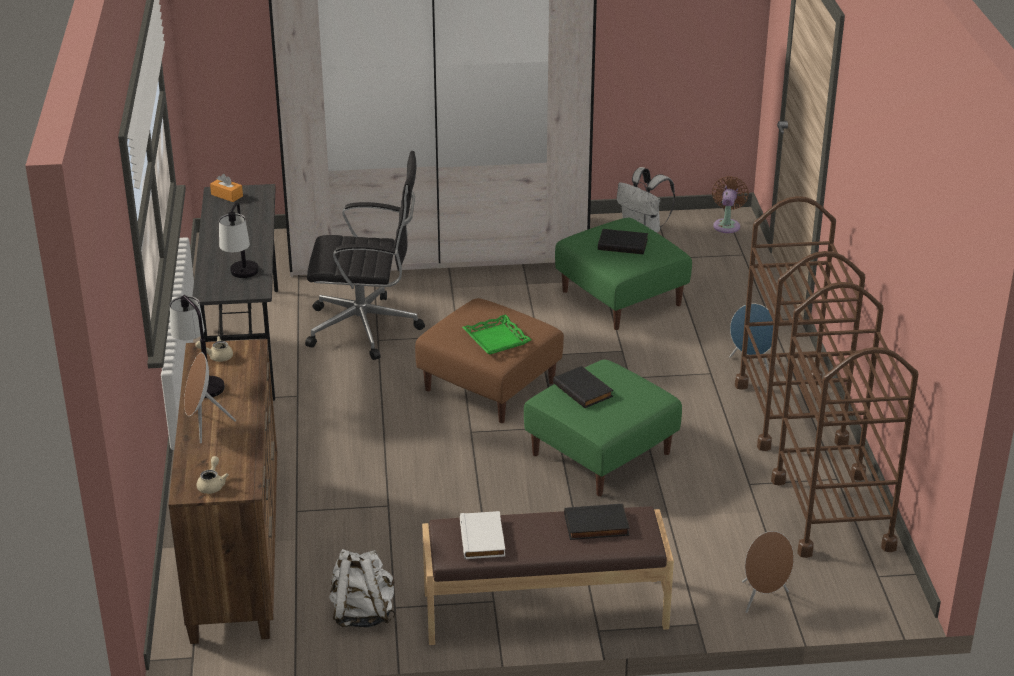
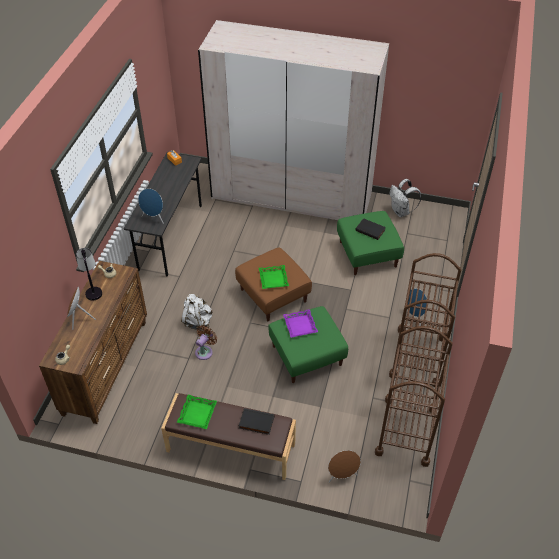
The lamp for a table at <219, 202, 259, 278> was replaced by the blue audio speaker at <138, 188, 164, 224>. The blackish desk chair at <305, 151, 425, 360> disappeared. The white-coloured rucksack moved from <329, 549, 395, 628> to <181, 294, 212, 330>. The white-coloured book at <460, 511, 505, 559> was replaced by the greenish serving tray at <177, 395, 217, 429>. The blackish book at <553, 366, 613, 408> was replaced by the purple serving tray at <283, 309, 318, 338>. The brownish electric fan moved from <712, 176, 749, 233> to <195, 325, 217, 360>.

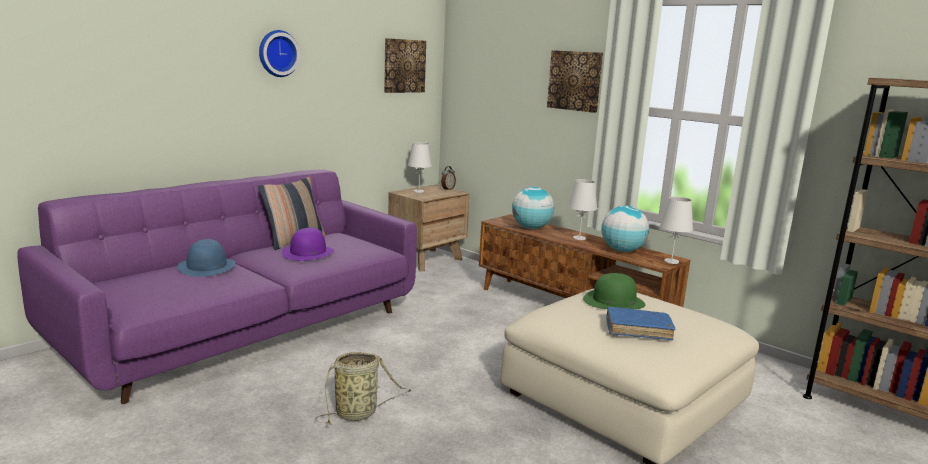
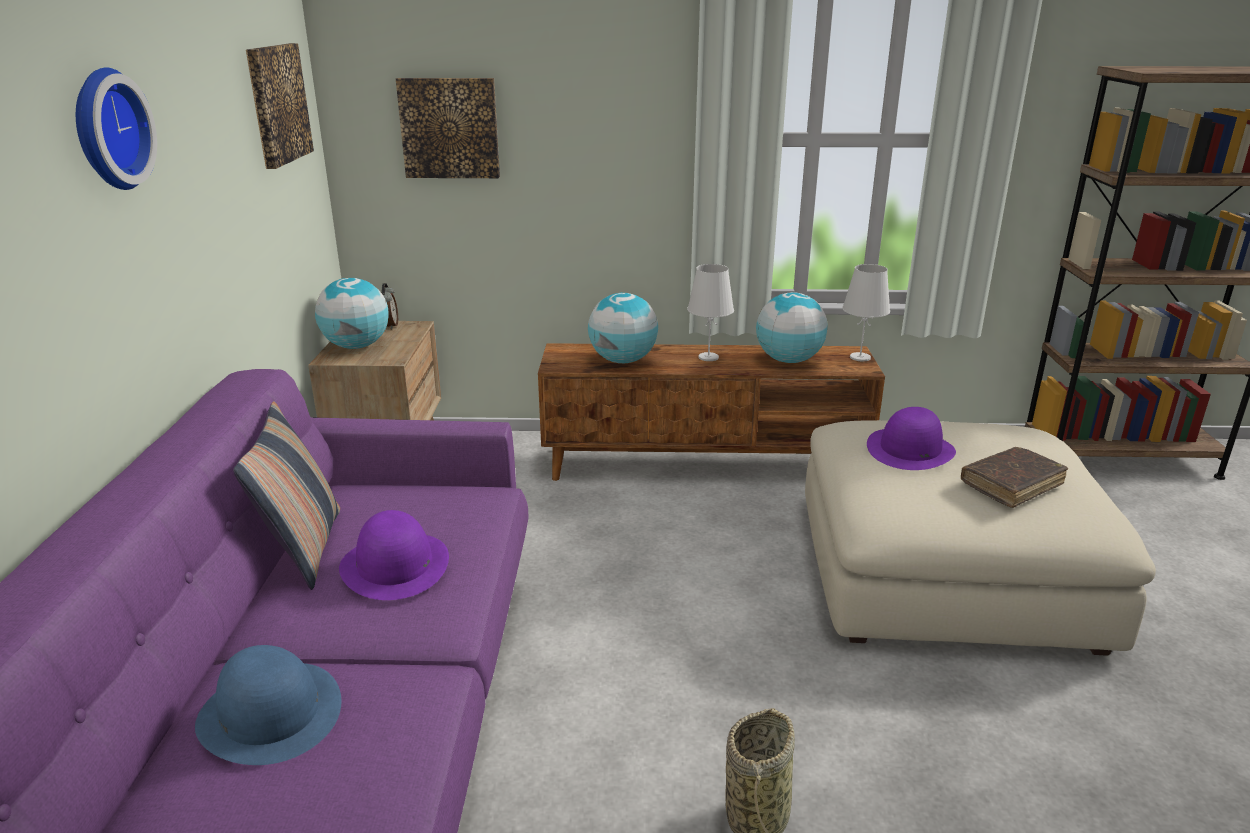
The white-coloured lamp for a table at <408, 142, 432, 193> was replaced by the world globe at <315, 278, 389, 349>. The wall picture moved from <547, 50, 603, 113> to <396, 78, 500, 178>. The greenish wearable hat at <583, 273, 645, 309> became the purple wearable hat at <867, 407, 956, 470>. The blue book at <606, 307, 675, 340> became the brownish book at <961, 447, 1068, 508>.

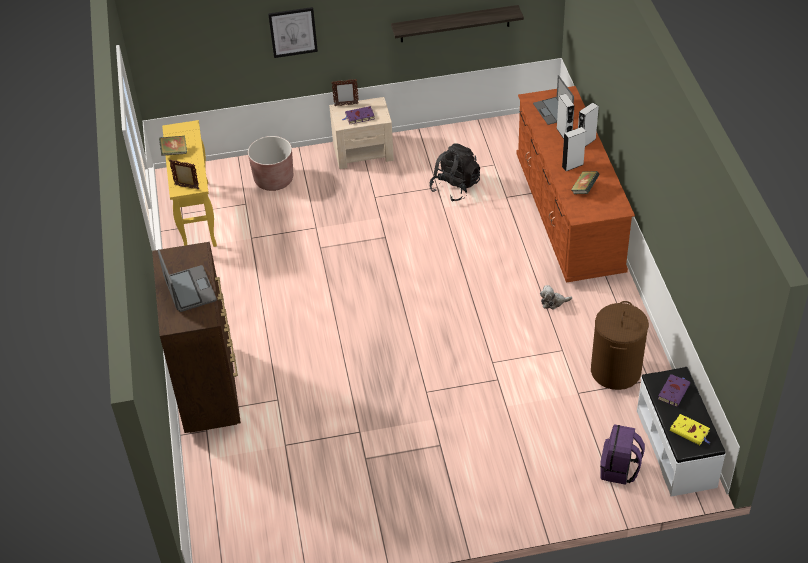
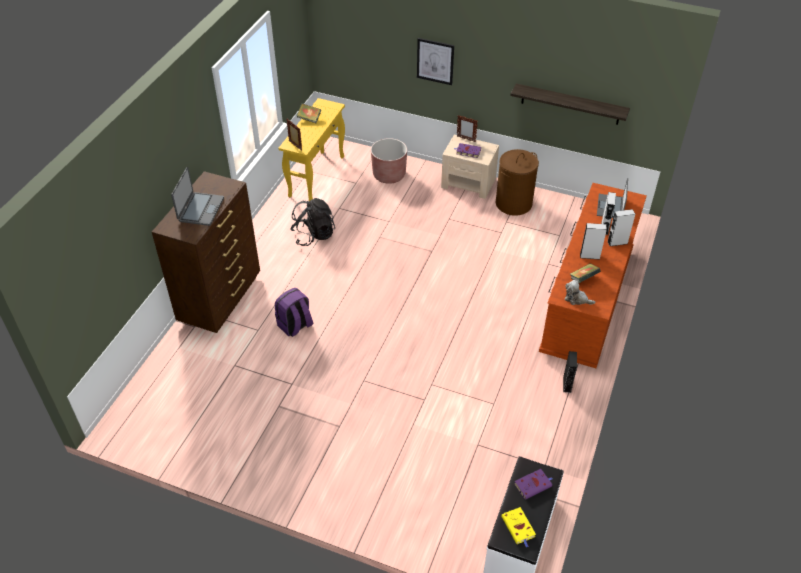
The blackish rucksack moved from <430, 143, 480, 202> to <290, 198, 335, 246>. The cuddly toy moved from <540, 285, 572, 310> to <565, 280, 595, 305>. The brownish washing basket moved from <591, 301, 649, 390> to <496, 149, 539, 216>. The purple rucksack moved from <600, 424, 645, 485> to <275, 288, 313, 337>. The blackish audio speaker at <563, 351, 577, 393> appeared.

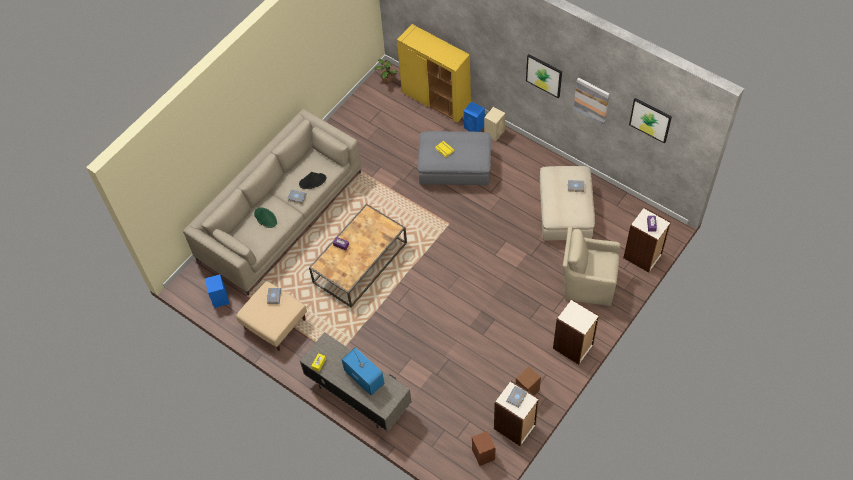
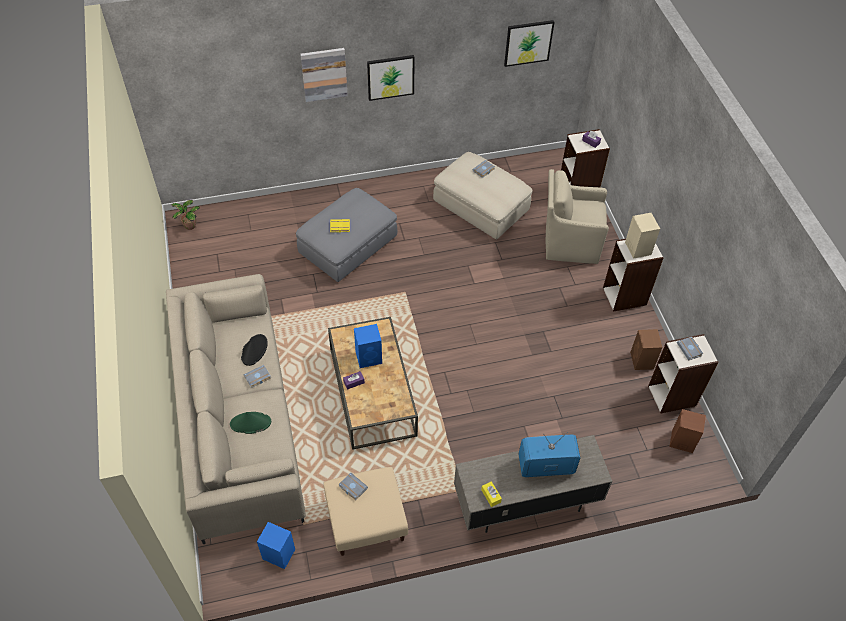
The yellowish cupboard at <397, 24, 471, 123> disappeared. The blue audio speaker moved from <463, 101, 485, 132> to <354, 324, 382, 368>. The sand-coloured audio speaker moved from <484, 107, 505, 141> to <625, 213, 660, 259>. The sand-coloured armchair at <563, 226, 621, 306> turned 45 degrees clockwise. The wall picture moved from <573, 78, 610, 125> to <300, 48, 348, 102>.

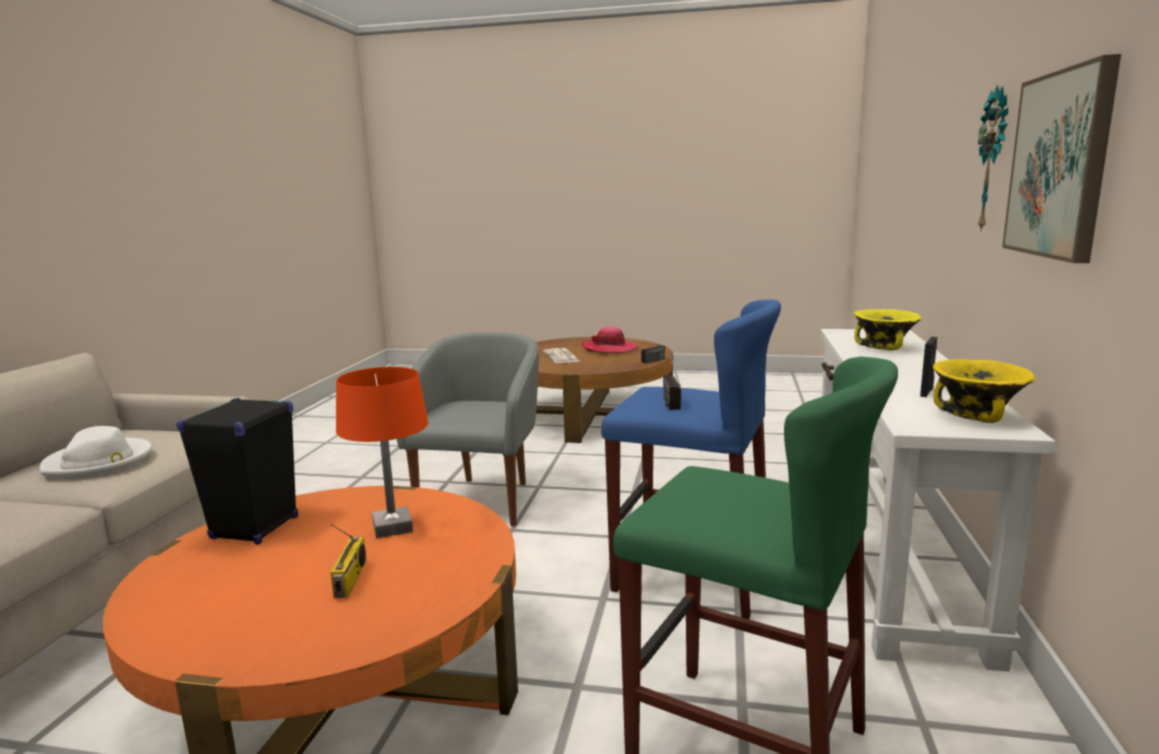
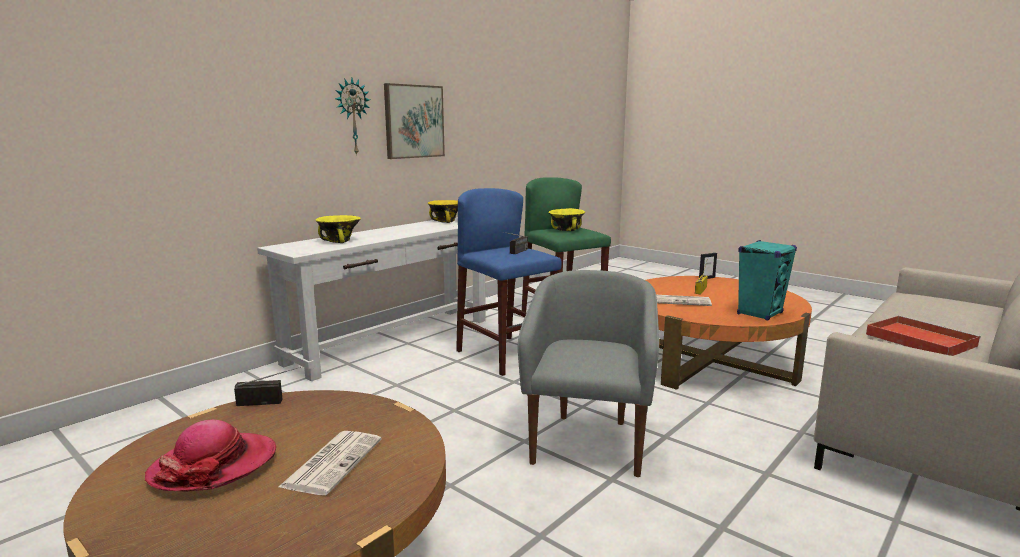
The white-coloured wearable hat at <39, 426, 152, 479> was replaced by the reddish serving tray at <866, 315, 981, 356>. The blackish audio speaker at <176, 398, 298, 545> became the blue-green audio speaker at <737, 240, 797, 320>. The orangey lamp for a table at <336, 367, 428, 538> was replaced by the newspaper at <656, 295, 712, 306>. The gray armchair at <397, 332, 539, 526> turned 150 degrees clockwise. The standing frame moved from <920, 337, 937, 397> to <699, 253, 717, 279>. The yellowish bowl at <548, 208, 585, 231> appeared.

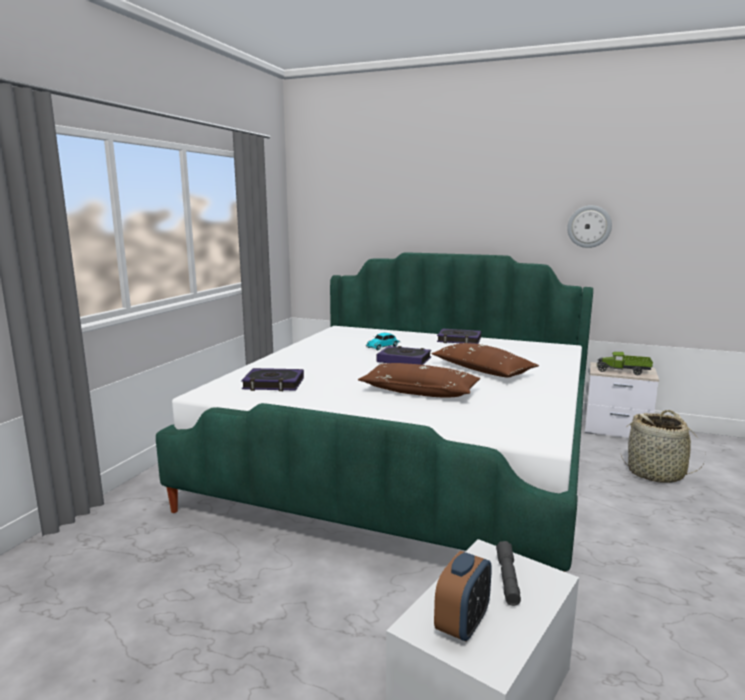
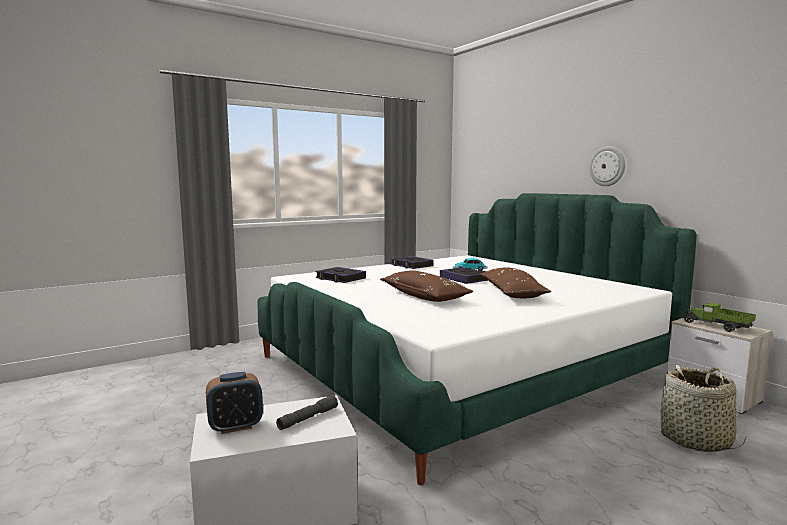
The book moved from <437, 329, 481, 344> to <390, 256, 434, 269>. The hanging clock moved from <567, 205, 612, 248> to <589, 146, 625, 186>.

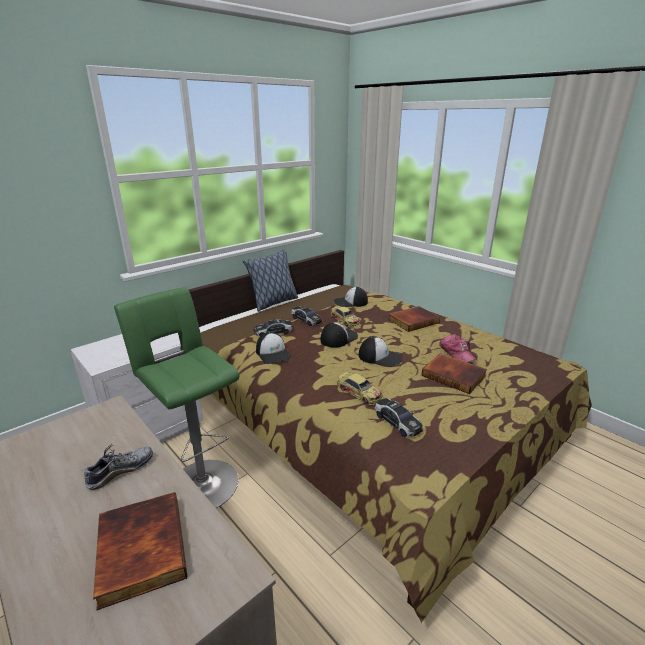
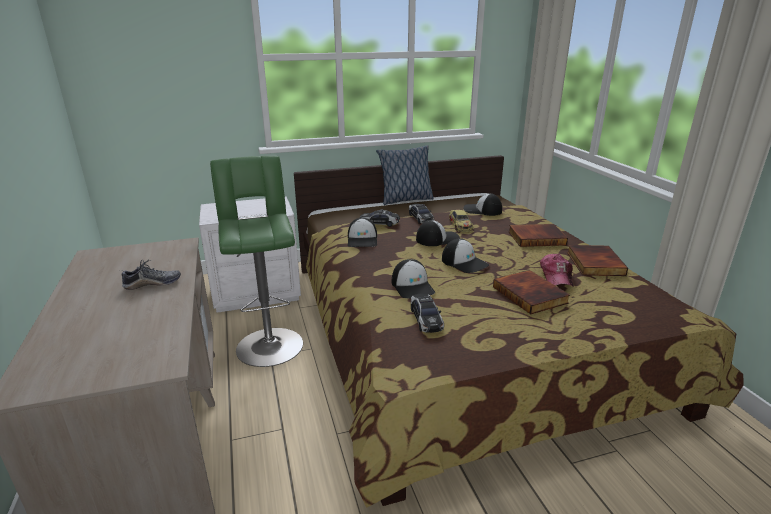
The book moved from <93, 492, 187, 610> to <567, 245, 628, 276>. The miniature car at <337, 372, 383, 405> was replaced by the baseball cap at <391, 259, 435, 298>.

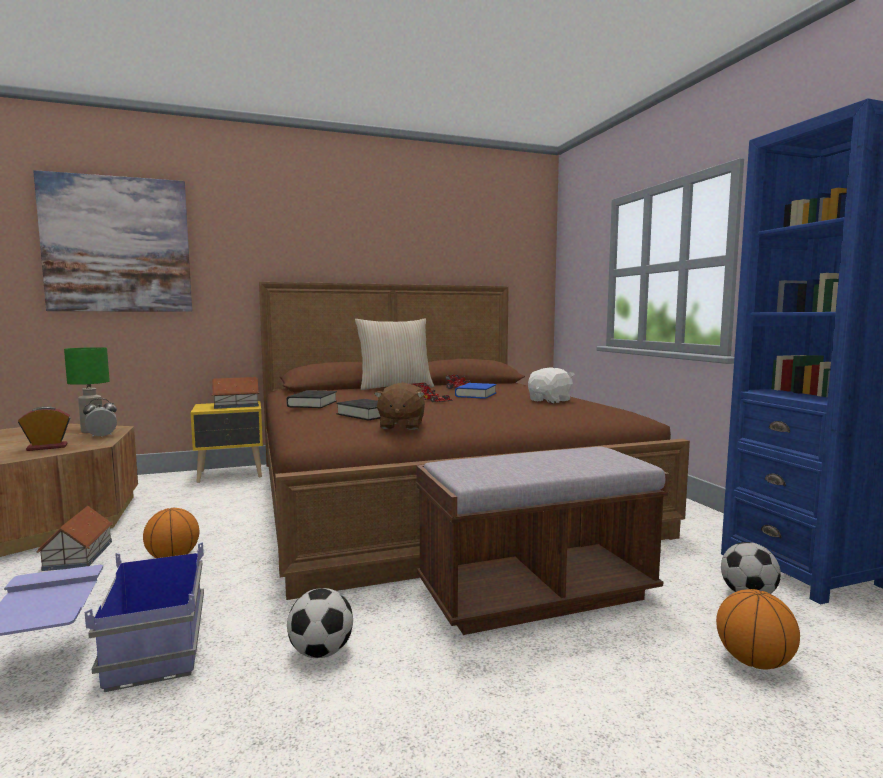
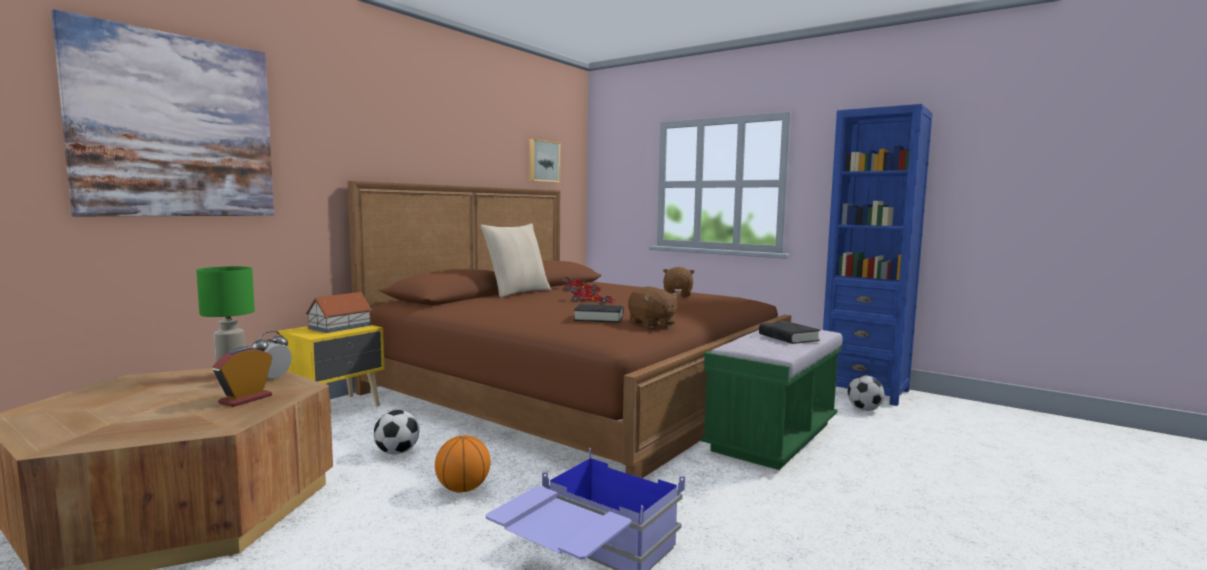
The miniature house at <37, 506, 113, 571> disappeared. The blackish book moved from <286, 390, 337, 408> to <759, 321, 820, 344>. The football moved from <287, 588, 353, 658> to <374, 410, 419, 455>. The brownish bench at <416, 447, 669, 635> became the greenish bench at <701, 330, 843, 470>. The blue book at <455, 383, 497, 399> disappeared. The white-coloured cuddly toy at <528, 367, 575, 403> became the brownish cuddly toy at <663, 267, 695, 296>. The basketball ball at <716, 589, 800, 669> disappeared. The wall picture at <530, 139, 560, 183> appeared.

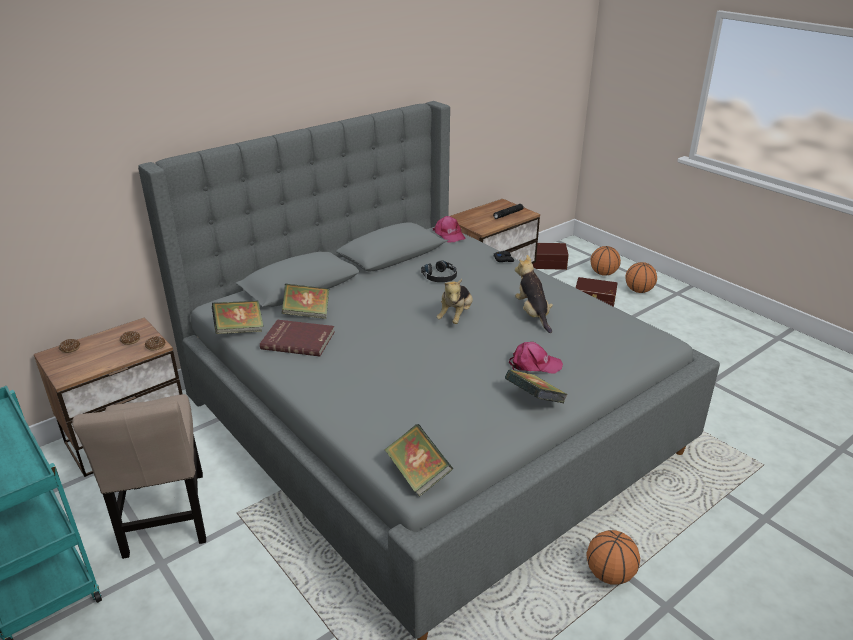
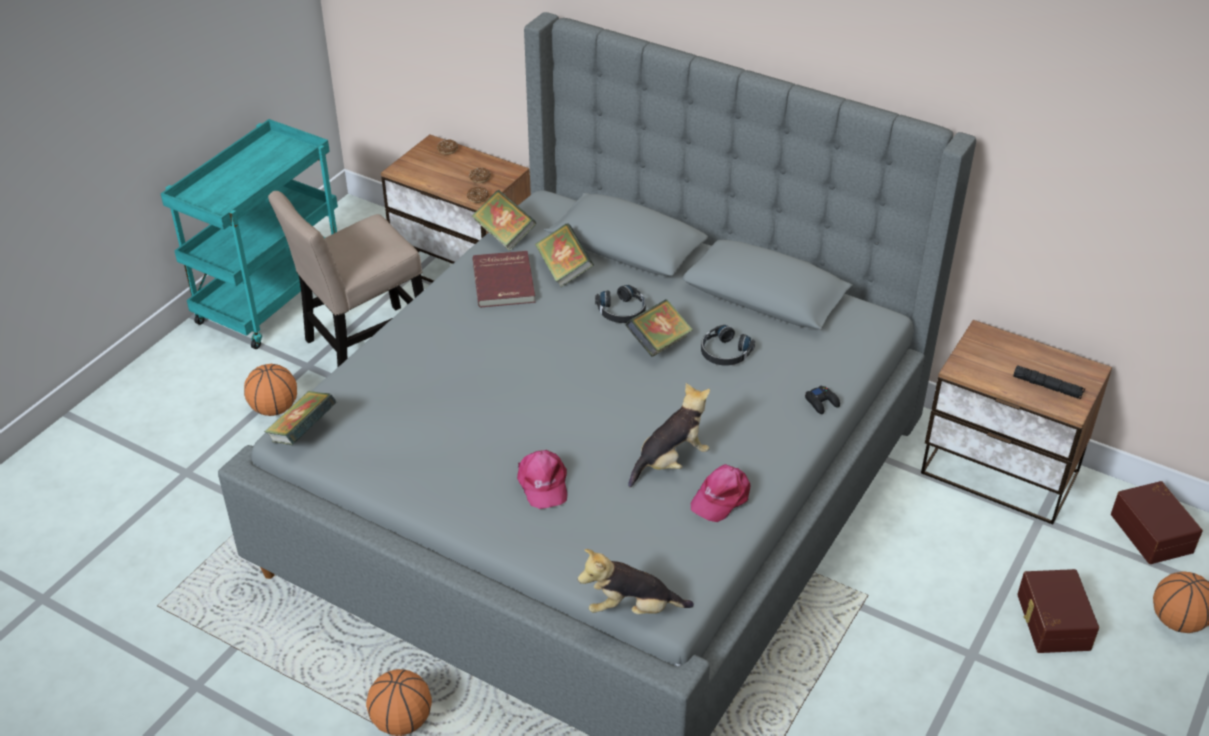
The pink baseball cap moved from <433, 216, 466, 242> to <691, 464, 751, 522>. The cuddly toy moved from <436, 279, 473, 324> to <578, 549, 694, 615>. The book moved from <505, 370, 568, 403> to <626, 299, 693, 357>. The basketball ball moved from <625, 262, 657, 293> to <244, 364, 297, 416>. The blackish headset at <595, 285, 646, 323> appeared.

